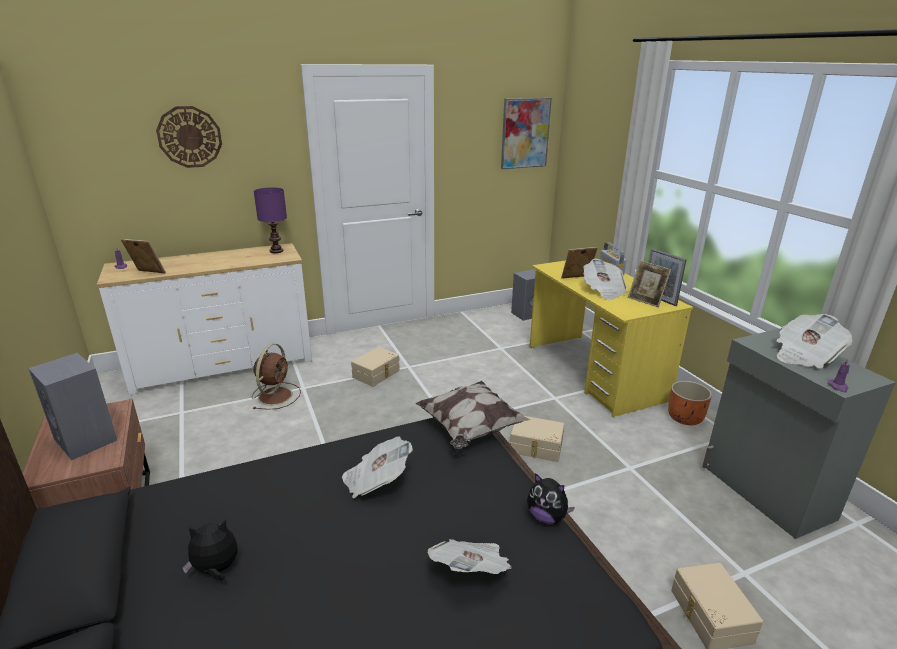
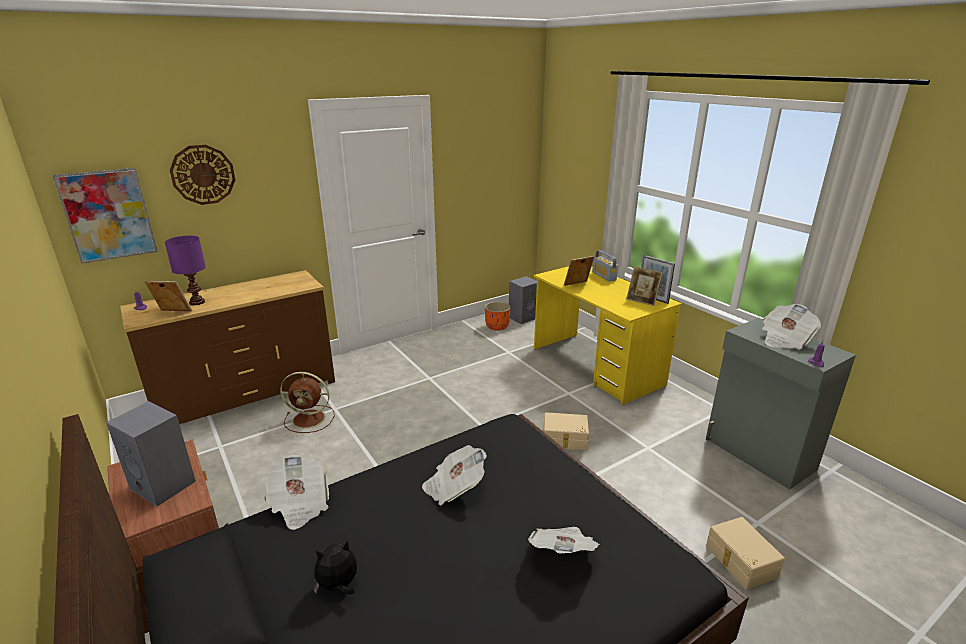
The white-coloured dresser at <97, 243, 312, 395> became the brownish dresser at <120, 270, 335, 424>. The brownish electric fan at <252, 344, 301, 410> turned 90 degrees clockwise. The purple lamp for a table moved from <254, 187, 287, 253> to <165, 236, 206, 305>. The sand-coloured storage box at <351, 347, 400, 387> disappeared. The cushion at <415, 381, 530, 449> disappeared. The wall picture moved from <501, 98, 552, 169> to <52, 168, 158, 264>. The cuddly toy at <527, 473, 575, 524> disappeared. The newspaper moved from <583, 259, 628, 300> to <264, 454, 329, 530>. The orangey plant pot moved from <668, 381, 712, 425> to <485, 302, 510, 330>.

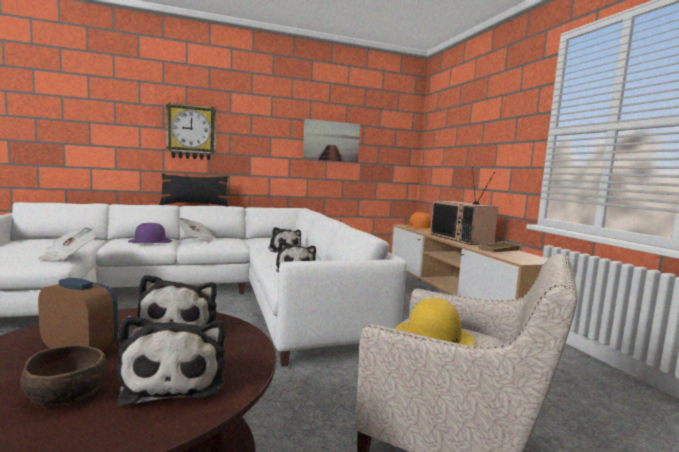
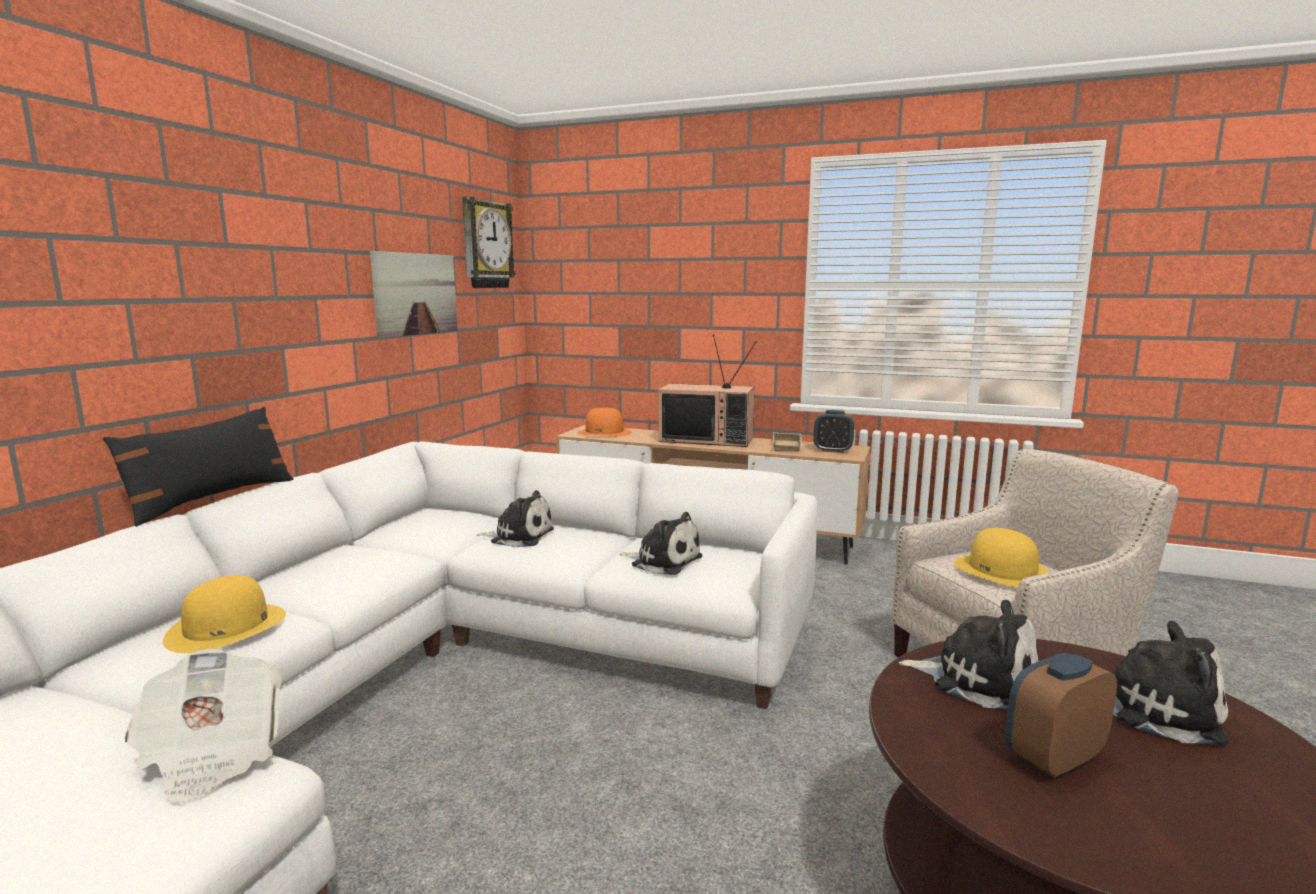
The brownish bowl at <20, 344, 107, 409> disappeared. The purple wearable hat at <128, 223, 172, 243> became the yellowish wearable hat at <163, 575, 286, 653>. The hanging clock moved from <166, 102, 216, 160> to <462, 197, 516, 288>. The newspaper at <177, 218, 215, 243> disappeared. The bedside clock at <813, 410, 855, 453> appeared.

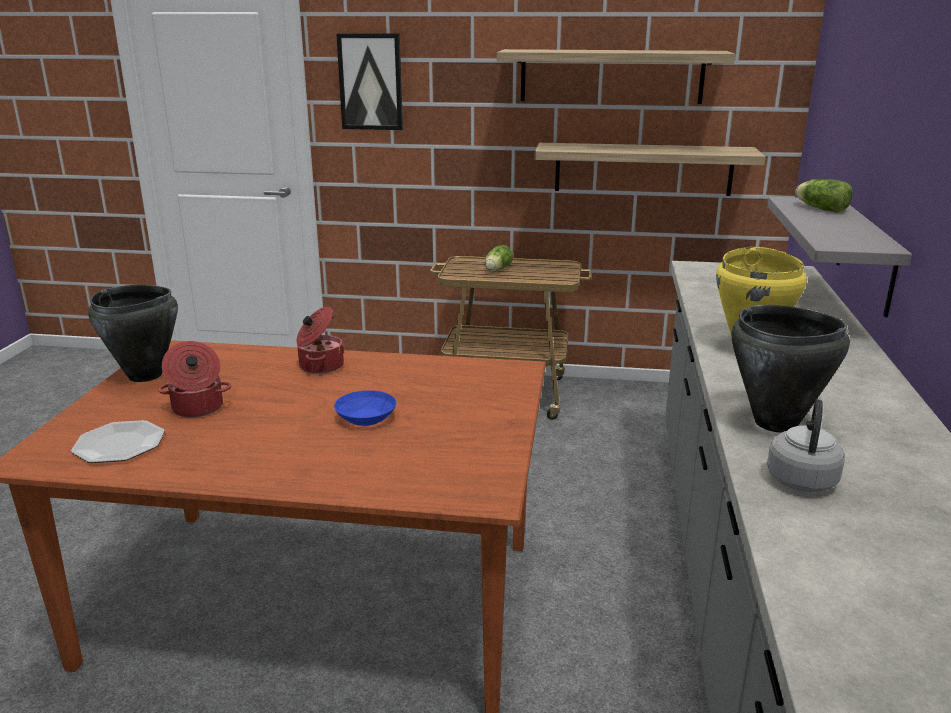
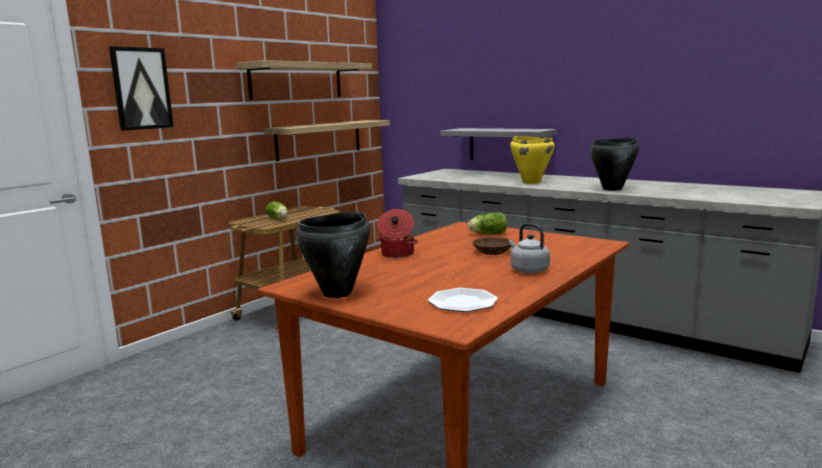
The stockpot at <158, 341, 231, 418> disappeared. The blue bowl at <334, 390, 396, 426> became the brownish bowl at <472, 237, 511, 255>. The gray tea kettle moved from <767, 399, 845, 492> to <509, 223, 550, 273>. The head of lettuce moved from <796, 179, 853, 213> to <468, 212, 507, 234>.

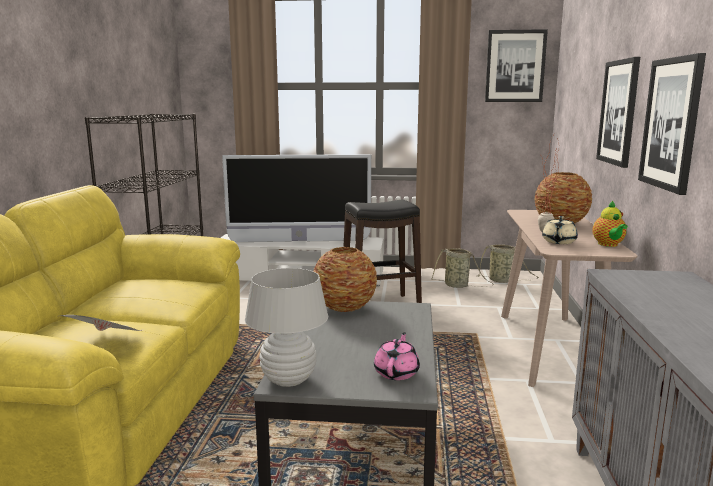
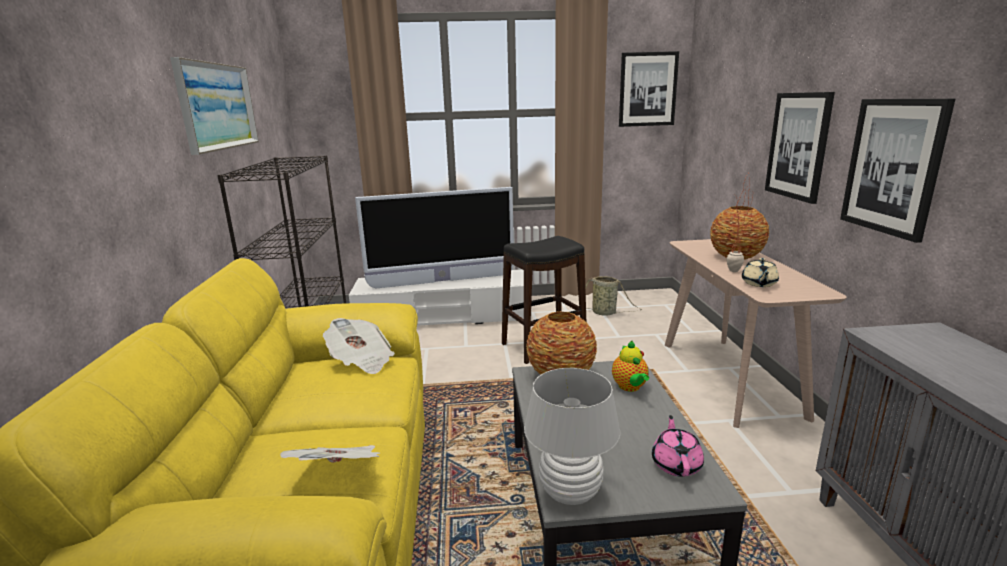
The basket at <476, 244, 539, 283> disappeared. The teapot moved from <593, 201, 628, 247> to <612, 341, 649, 392>. The wall picture at <170, 57, 259, 155> appeared. The newspaper at <323, 318, 395, 374> appeared.

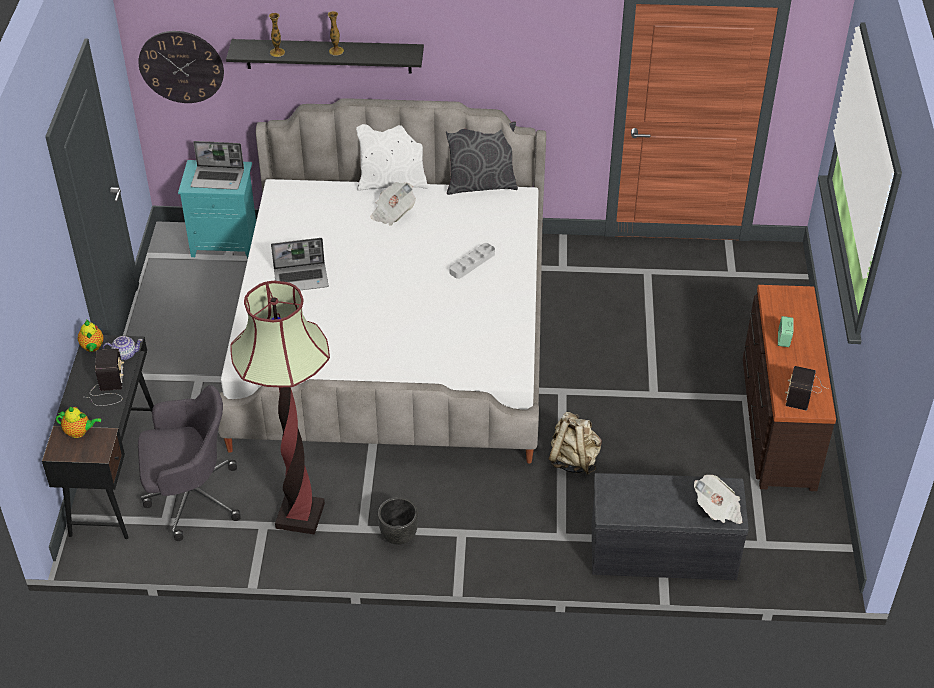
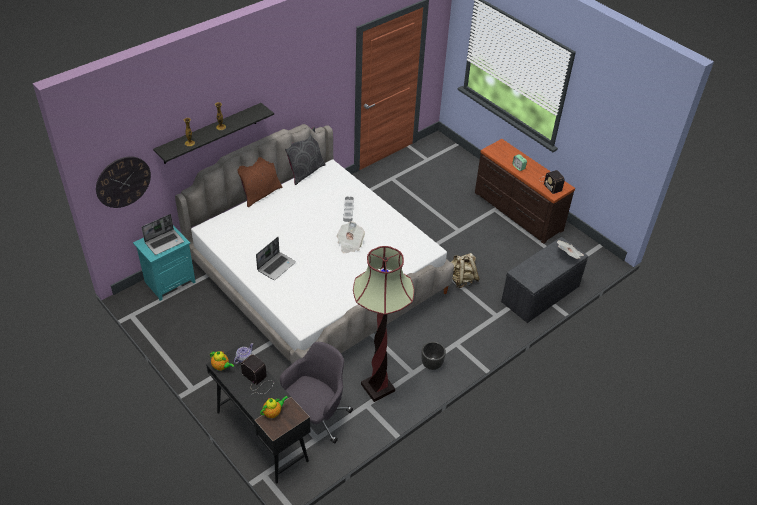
The white-coloured cushion at <356, 124, 428, 190> became the brownish cushion at <237, 157, 282, 207>. The newspaper moved from <370, 182, 416, 226> to <337, 221, 365, 253>.

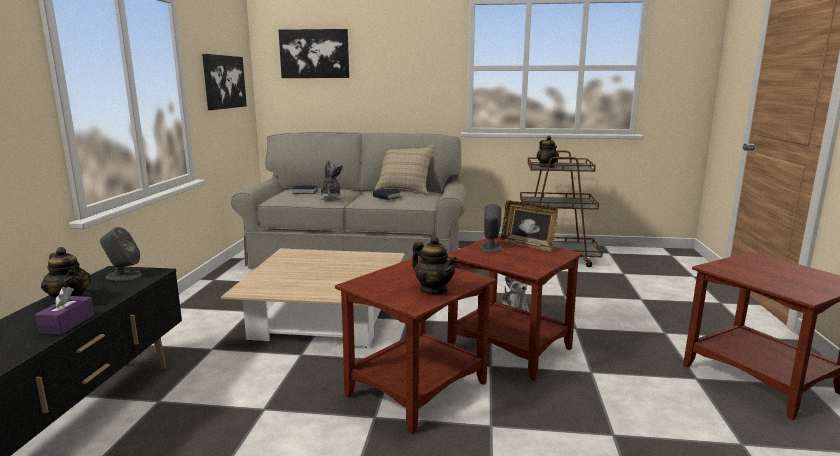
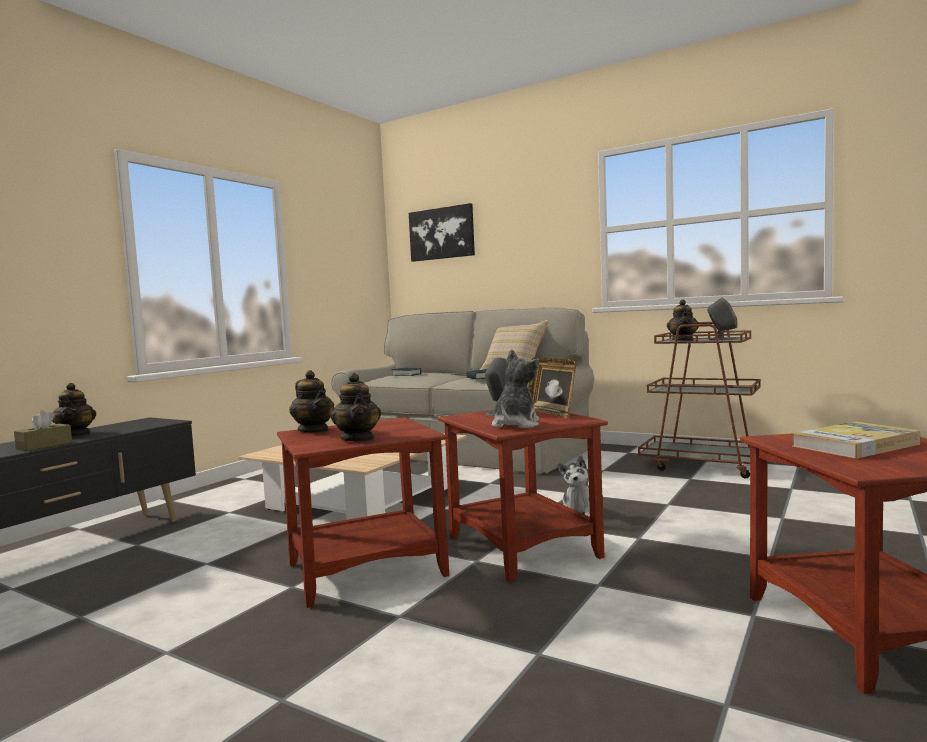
The purple box of tissues at <35, 287, 94, 335> became the brownish box of tissues at <14, 410, 72, 451>. The gray audio speaker moved from <100, 227, 142, 280> to <707, 298, 738, 340>. The wall picture at <202, 54, 247, 110> disappeared. The cuddly toy moved from <319, 160, 343, 200> to <492, 349, 539, 429>. The teapot at <289, 370, 334, 433> appeared. The book at <792, 422, 921, 459> appeared.

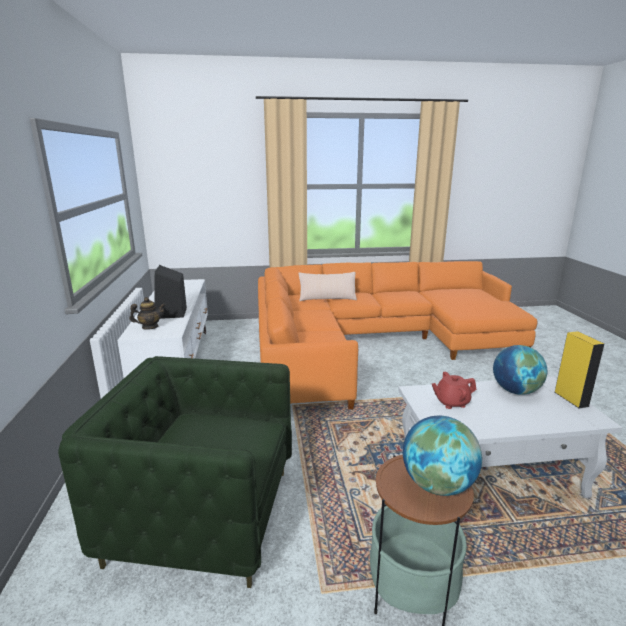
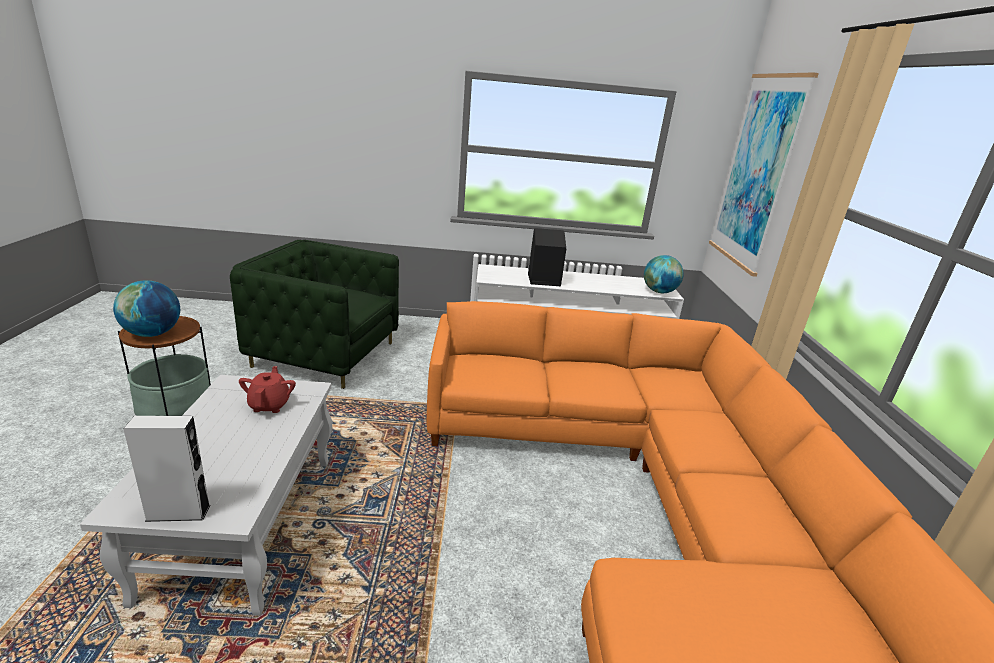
The greenish armchair at <58, 356, 292, 588> turned 90 degrees counterclockwise. The teapot at <129, 297, 166, 330> disappeared. The sand-coloured cushion at <298, 272, 357, 301> disappeared. The world globe moved from <493, 345, 547, 395> to <644, 255, 684, 293>. The yellowish audio speaker at <555, 331, 605, 409> became the gray audio speaker at <124, 416, 210, 522>. The wall picture at <709, 72, 819, 277> appeared.

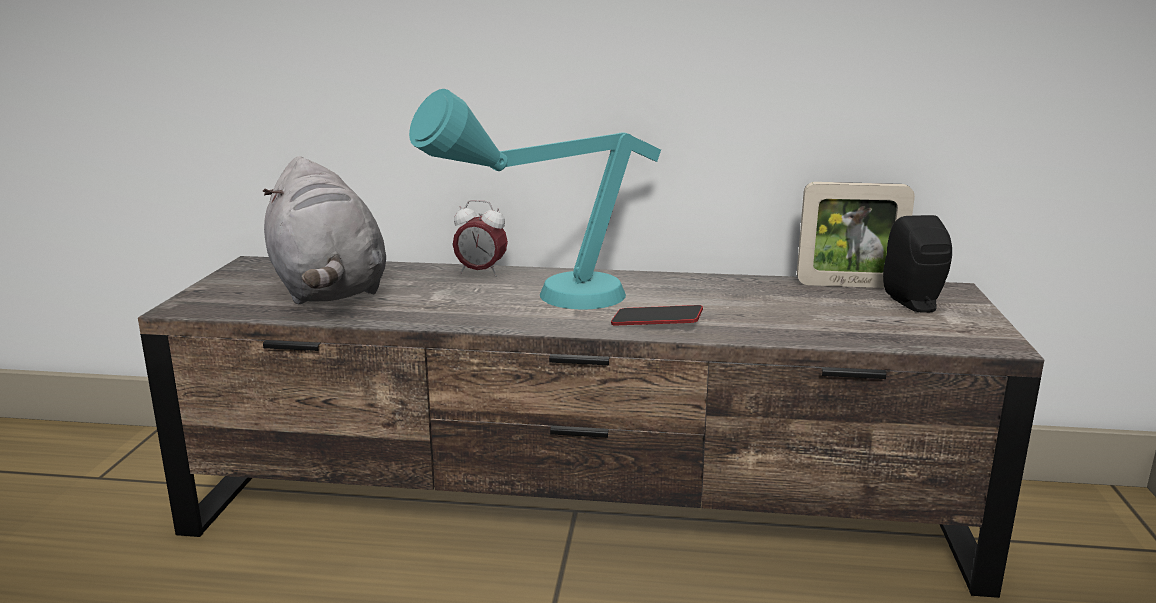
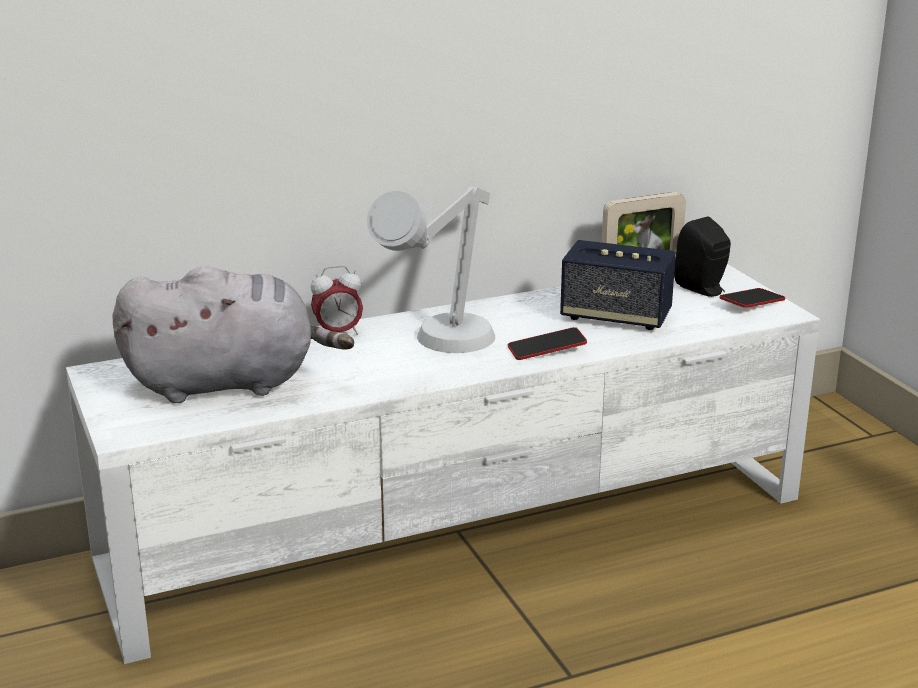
The brownish media console at <138, 256, 1044, 598> became the white-coloured media console at <66, 264, 820, 664>. The gray cuddly toy at <263, 156, 386, 304> turned 45 degrees counterclockwise. The blue-green lamp for a table at <409, 89, 661, 309> became the gray lamp for a table at <367, 187, 495, 353>. The audio speaker at <560, 240, 676, 330> appeared. The phone at <720, 288, 785, 308> appeared.

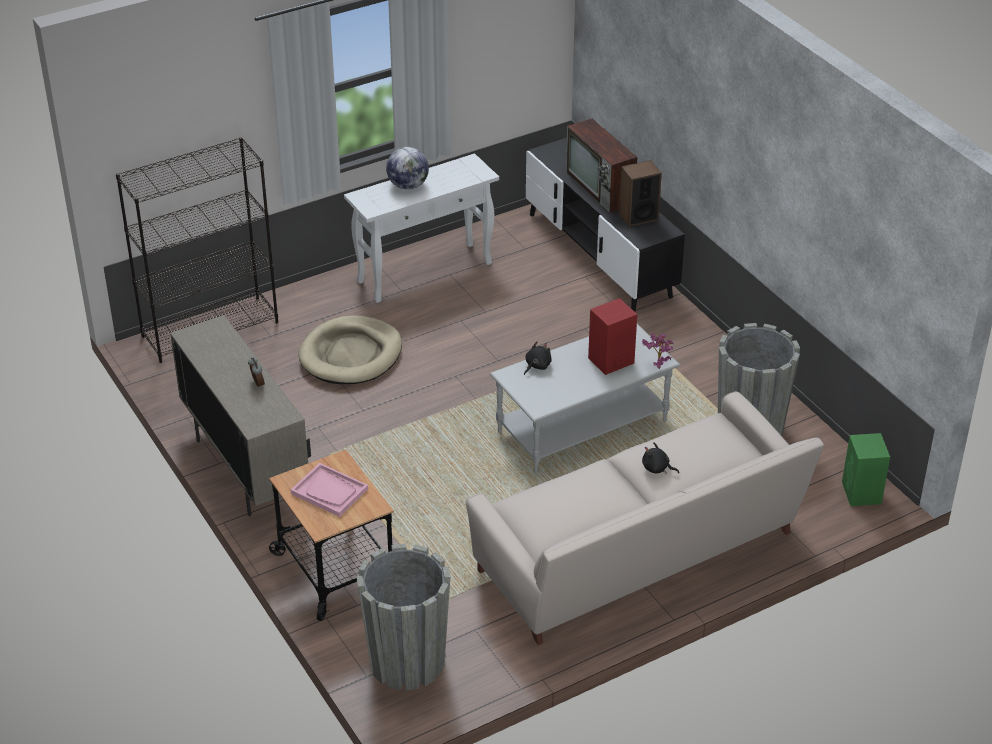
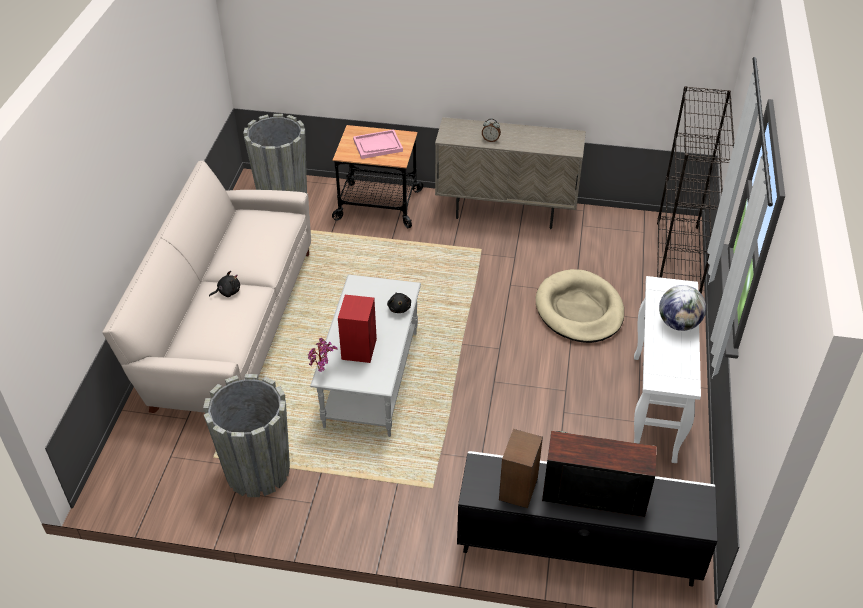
The greenish audio speaker at <842, 433, 890, 506> disappeared.

